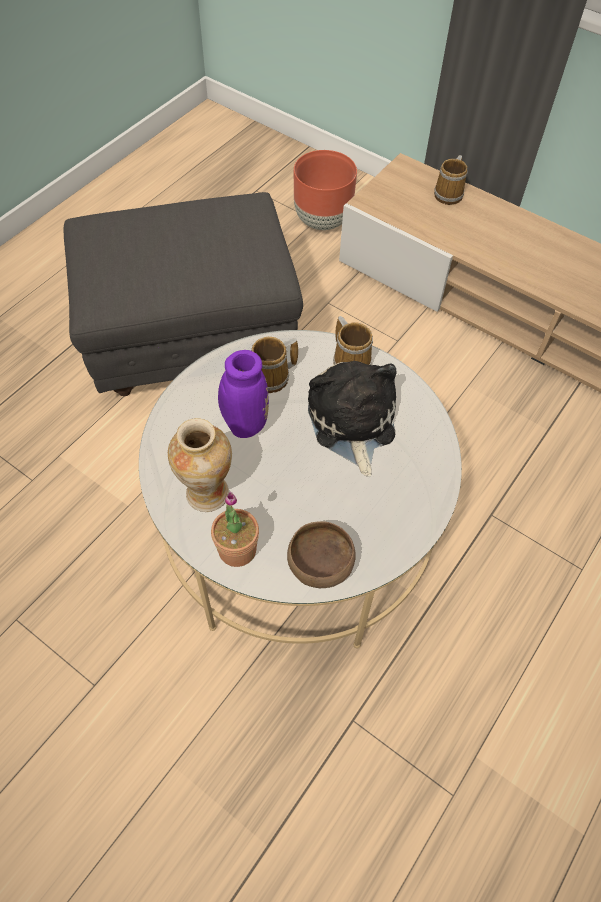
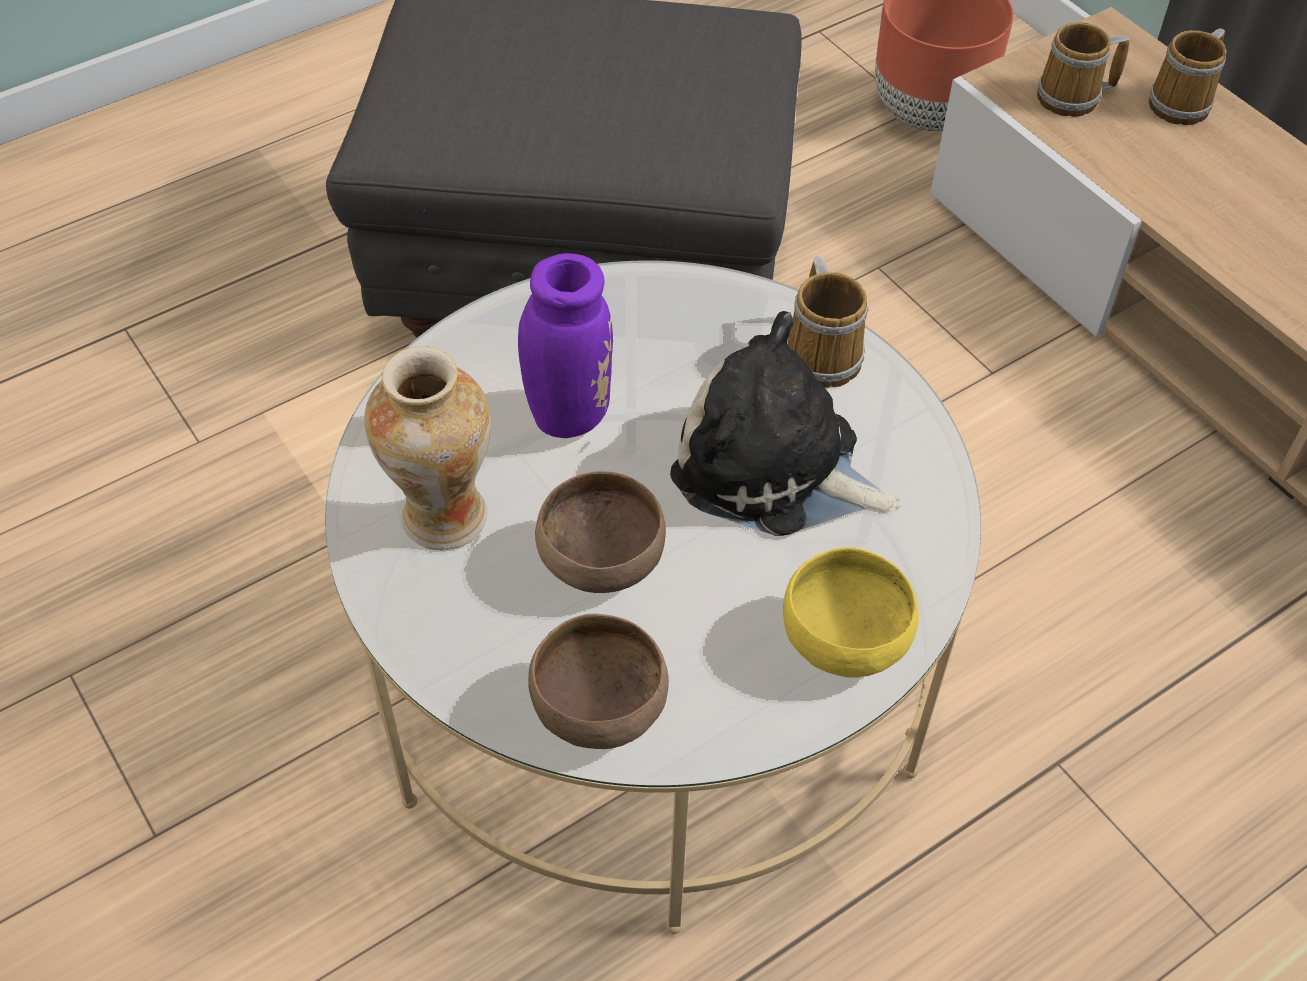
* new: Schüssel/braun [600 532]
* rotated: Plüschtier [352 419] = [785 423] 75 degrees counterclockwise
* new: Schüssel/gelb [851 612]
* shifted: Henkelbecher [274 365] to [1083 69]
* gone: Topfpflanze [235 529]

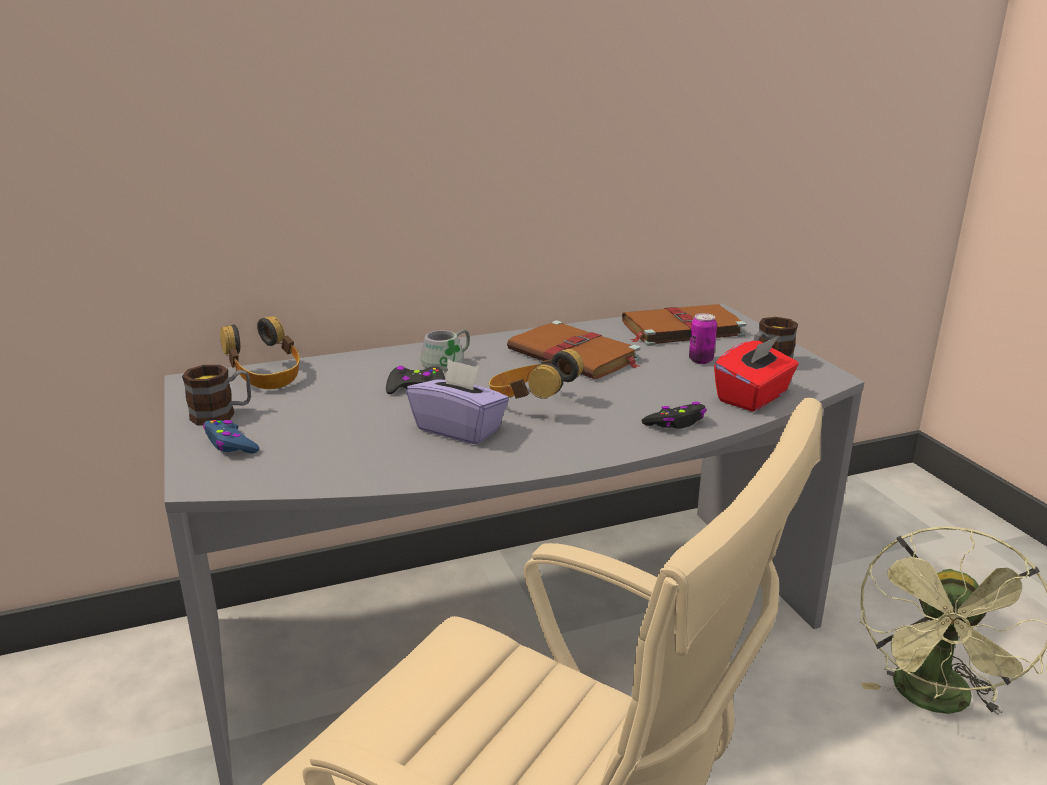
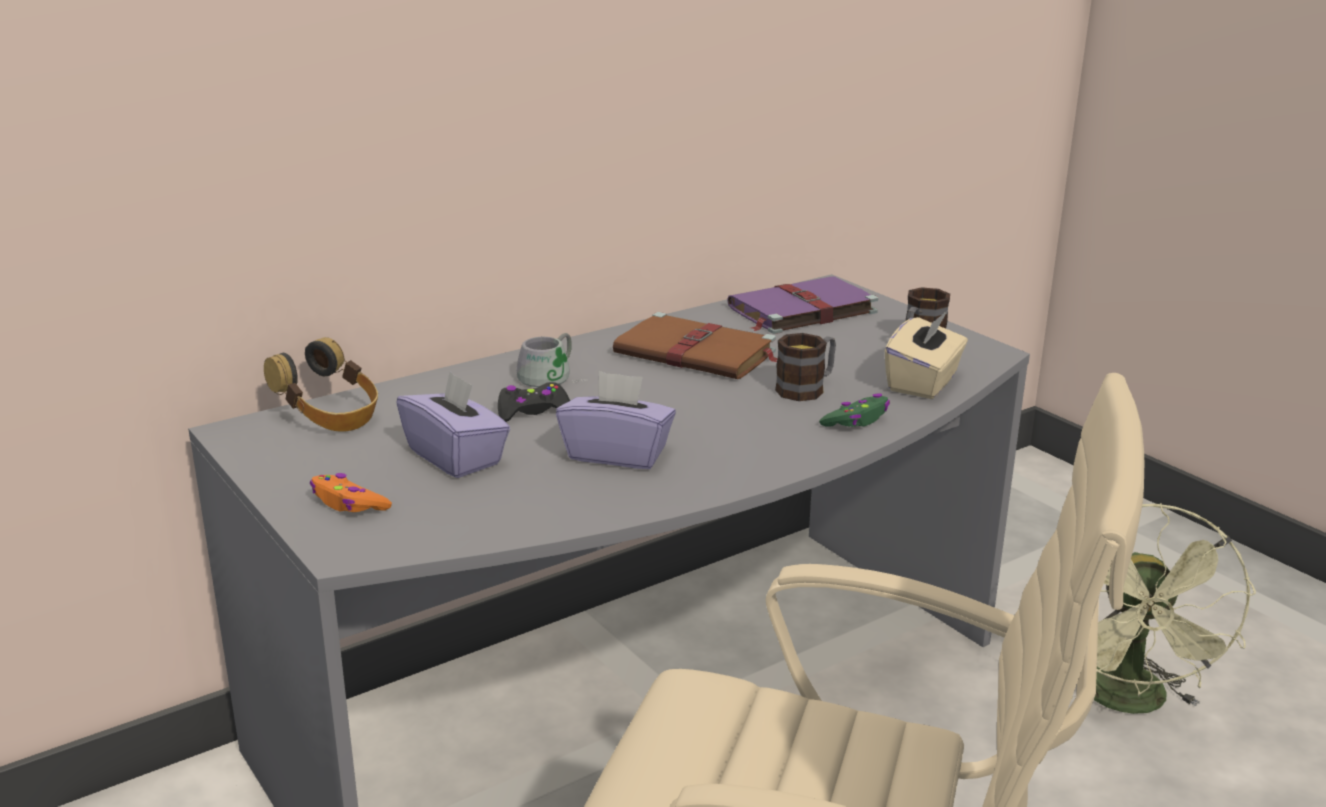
* repainted: Gamepad/blau [231 437] to Gamepad/orange [351 492]
* new: Taschentuchbox/lila [453 424]
* repainted: Buch/braun [684 325] to Buch/lila [802 305]
* shifted: Henkelbecher [216 395] to [805 367]
* repainted: Gamepad/schwarz [674 415] to Gamepad/grün [854 410]
* repainted: Taschentuchbox/rot [756 374] to Taschentuchbox/beige [926 355]
* gone: Kopfhörer [536 373]
* gone: Dose [703 338]

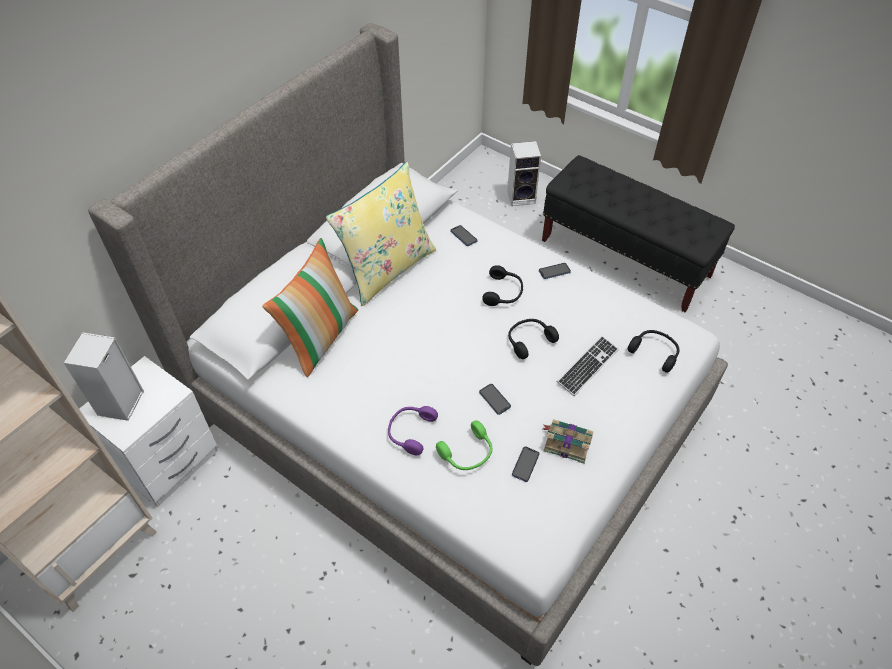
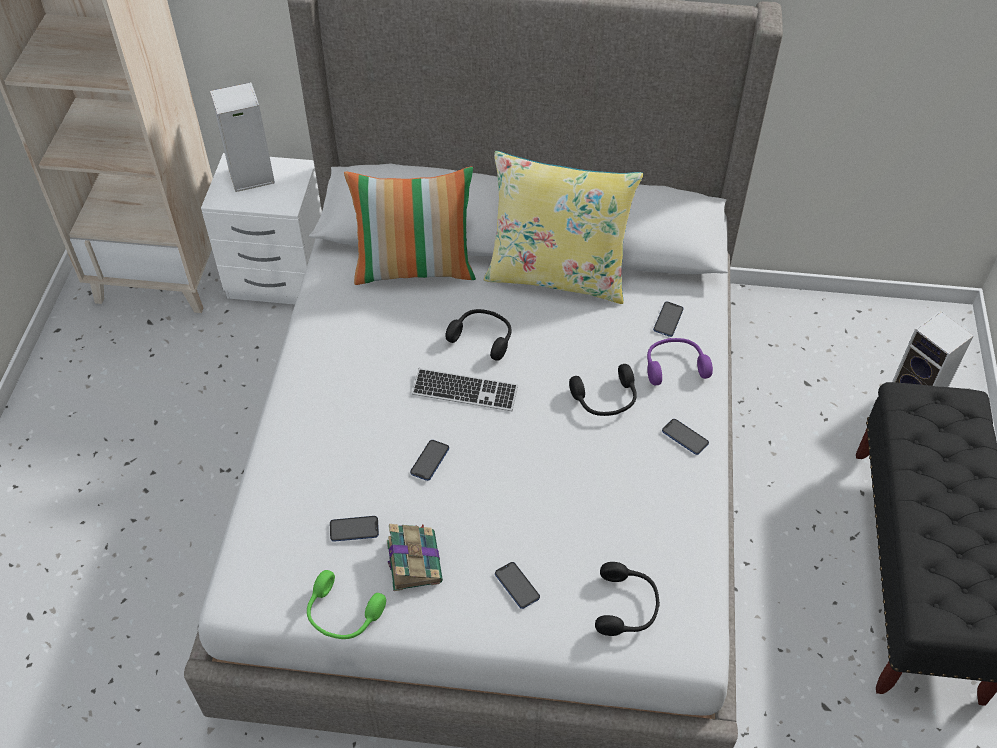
* shifted: Kopfhörer/grün [464 445] to [346 604]
* shifted: Tastatur [588 366] to [465 389]
* shifted: Kopfhörer/schwarz [533 339] to [478 335]
* new: Handy [517 585]
* shifted: Kopfhörer/lila [413 430] to [680 361]

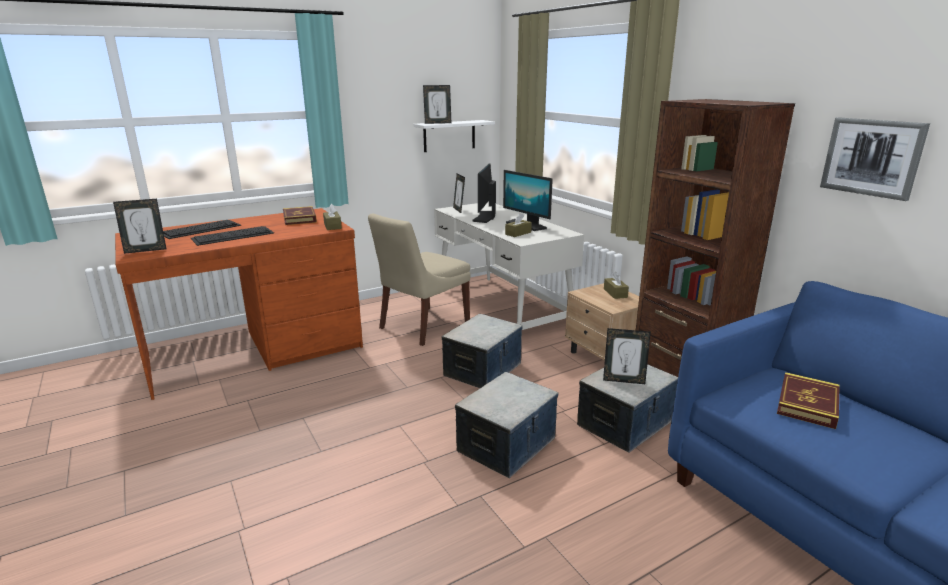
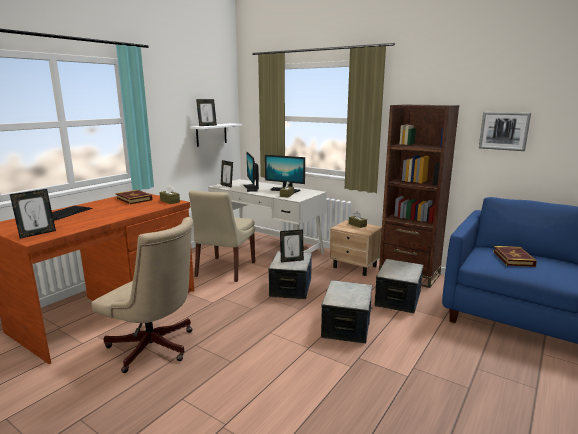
* new: Bürostuhl/beige [142 295]
* shifted: Bilderrahmen [627 356] to [292 245]
* gone: Tastatur [232 236]

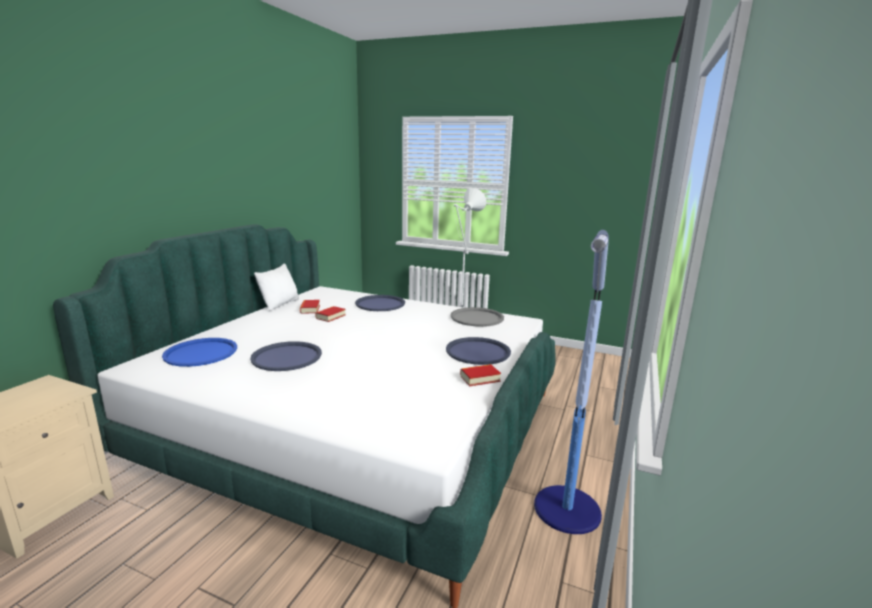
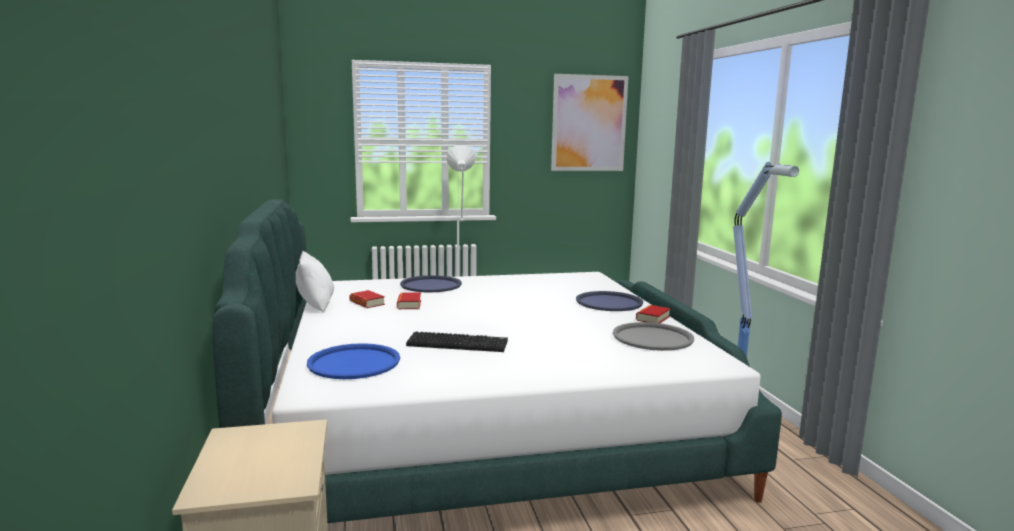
* swapped: Tablett/blau [286 356] to Tastatur [457 341]
* new: Bild [590 122]
* shifted: Tablett/grau [477 317] to [653 336]

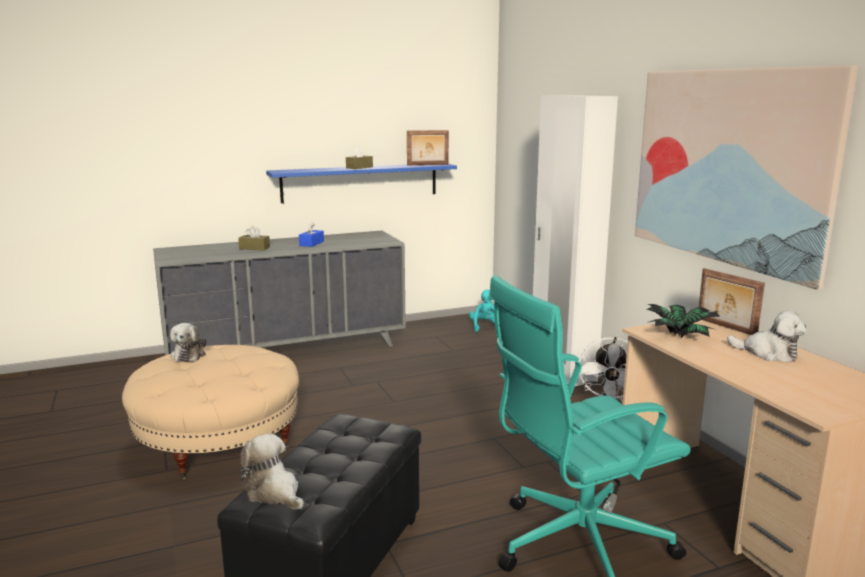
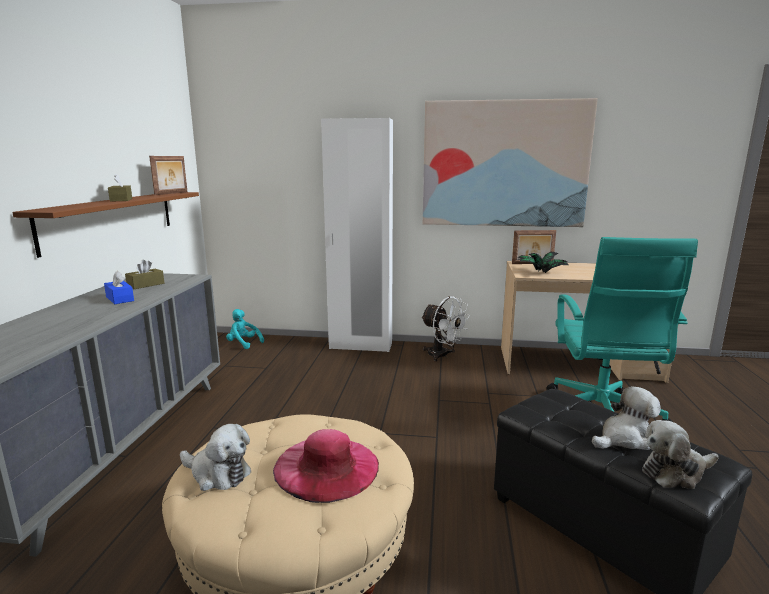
* repainted: Wandregal/blau [361 183] to Wandregal/braun [105 225]
* shifted: Taschentuchbox/braun [254 238] to [144 274]
* new: Hut/rosa [326 466]
* shifted: Plüschtier [767 336] to [626 418]

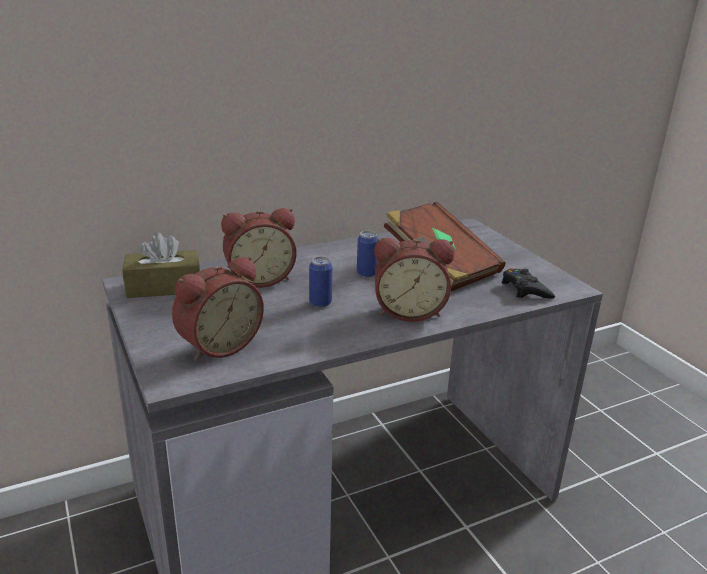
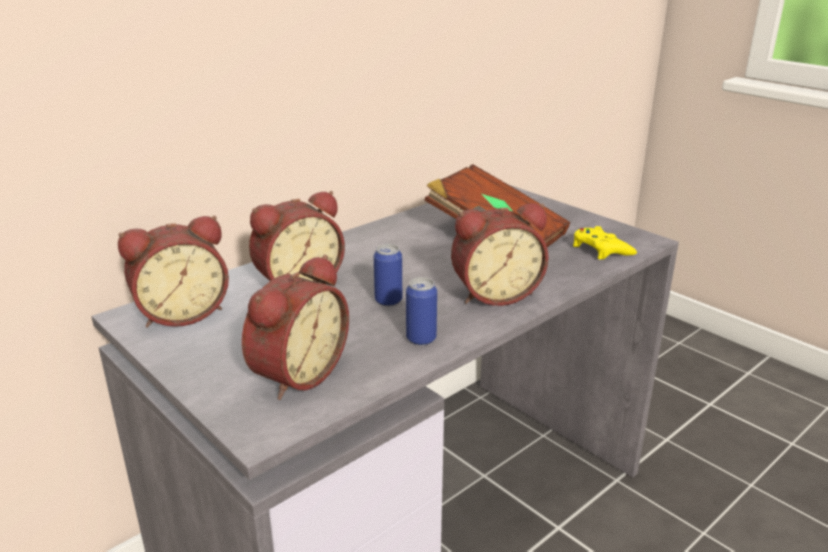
* swapped: Taschentuchbox/braun [161 265] to Wecker [173 272]
* shifted: Dose [368 254] to [421 311]
* repainted: Gamepad/schwarz [528 283] to Gamepad/gelb [605 243]

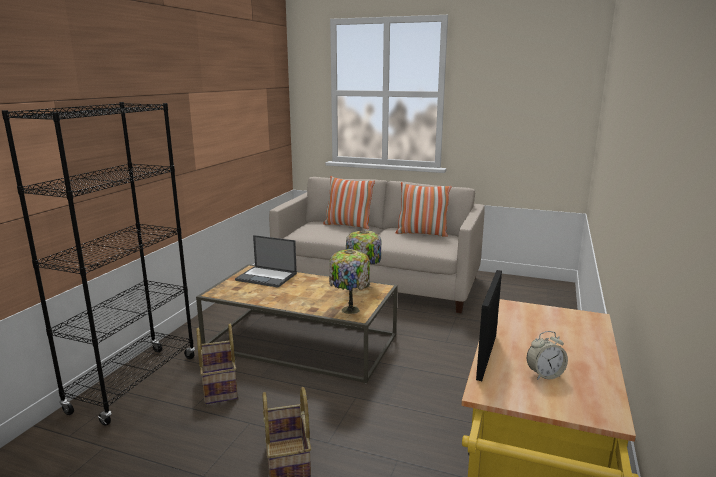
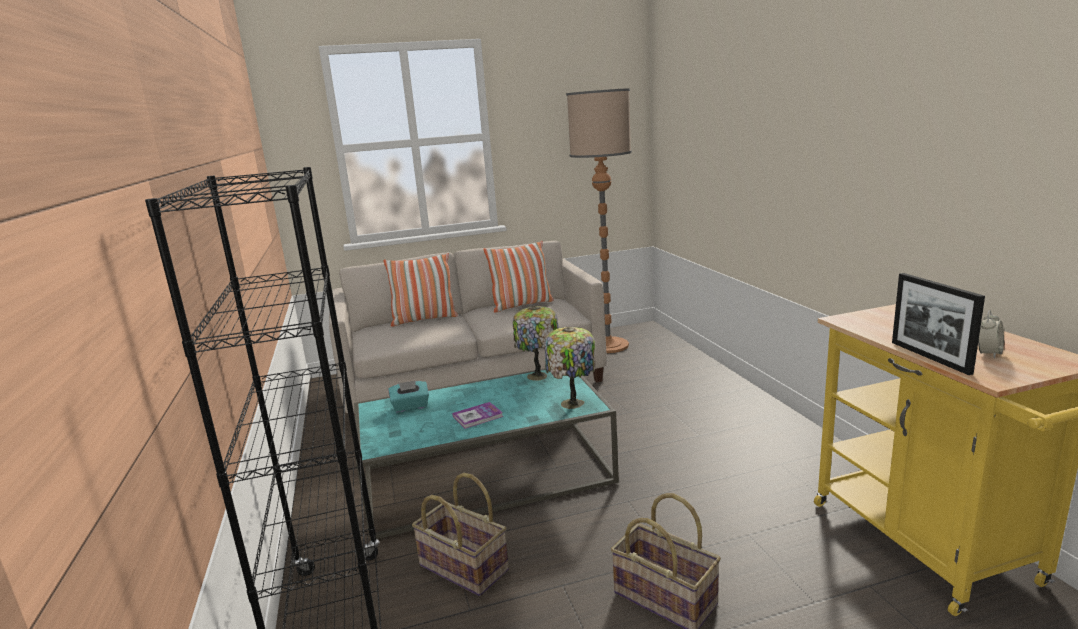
* repainted: Couchtisch/braun [297 323] to Couchtisch/türkis [486 454]
* swapped: Laptop [266 261] to Taschentuchbox/türkis [408 397]
* new: Buch [477 415]
* new: Stehlampe [599 220]

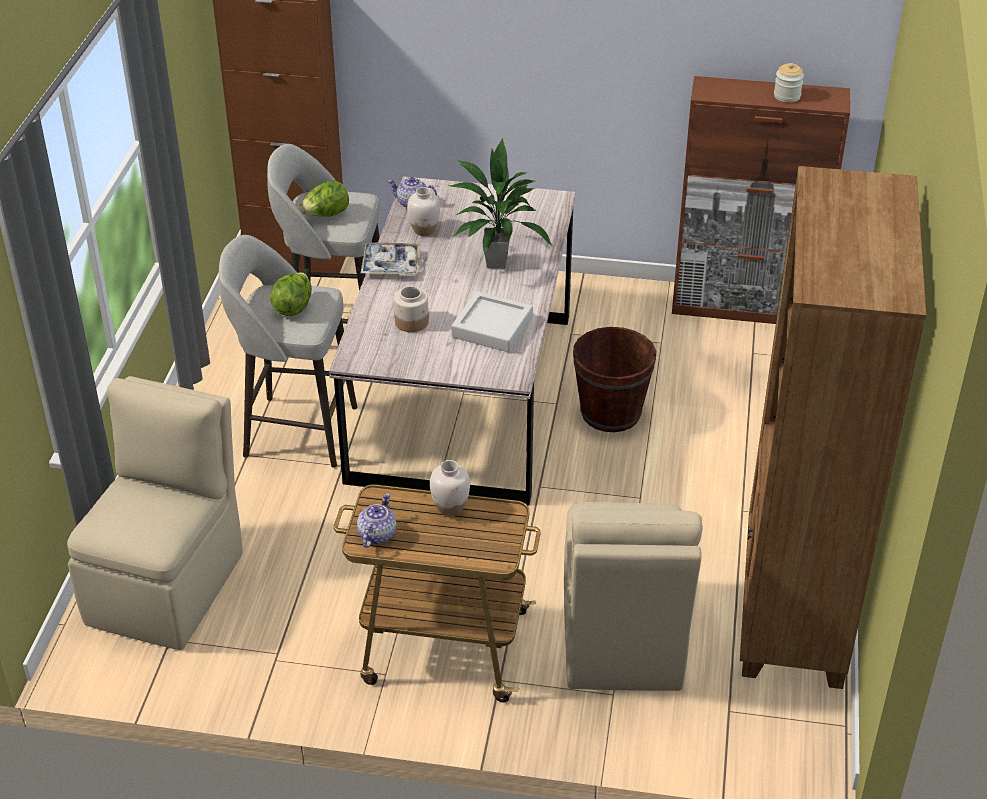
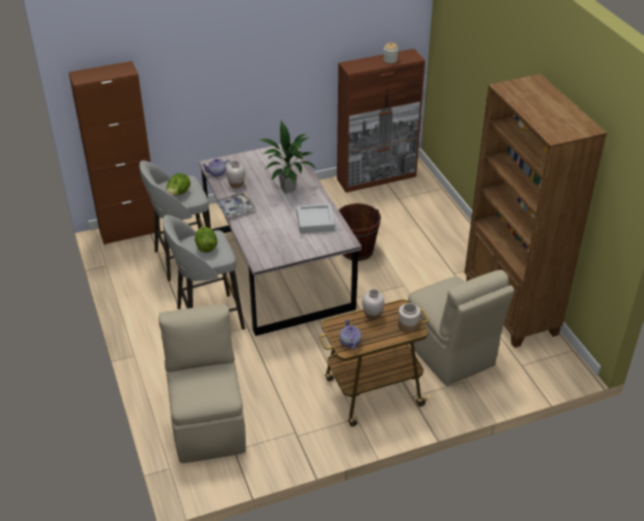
* shifted: Vorratsglas [411 309] to [409 317]

